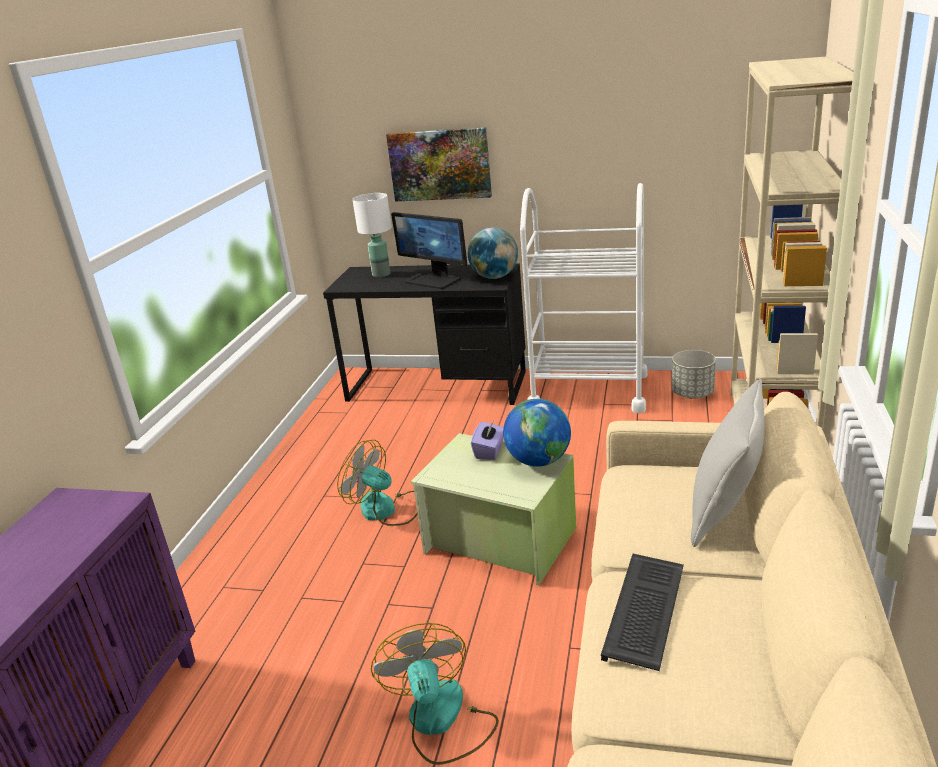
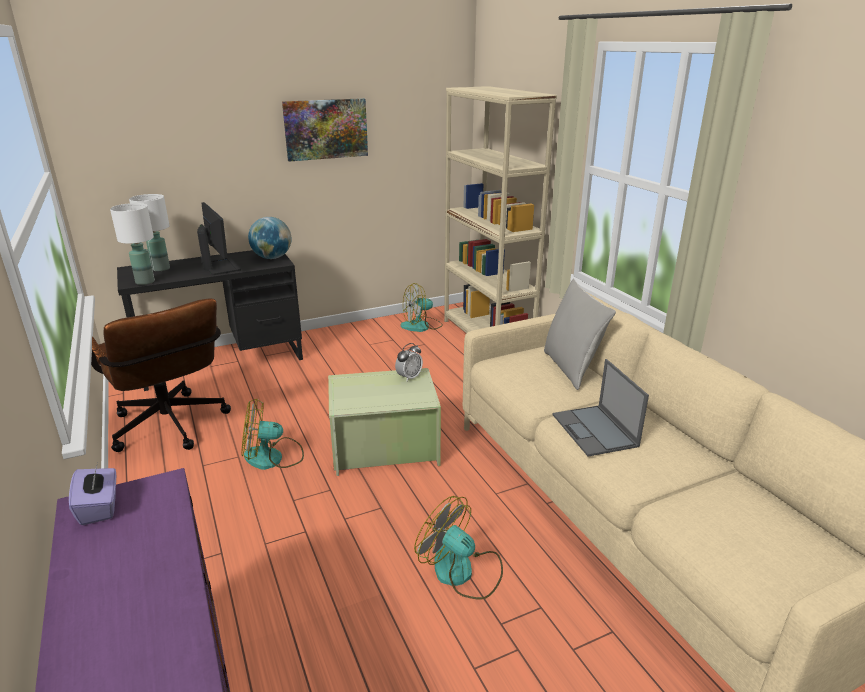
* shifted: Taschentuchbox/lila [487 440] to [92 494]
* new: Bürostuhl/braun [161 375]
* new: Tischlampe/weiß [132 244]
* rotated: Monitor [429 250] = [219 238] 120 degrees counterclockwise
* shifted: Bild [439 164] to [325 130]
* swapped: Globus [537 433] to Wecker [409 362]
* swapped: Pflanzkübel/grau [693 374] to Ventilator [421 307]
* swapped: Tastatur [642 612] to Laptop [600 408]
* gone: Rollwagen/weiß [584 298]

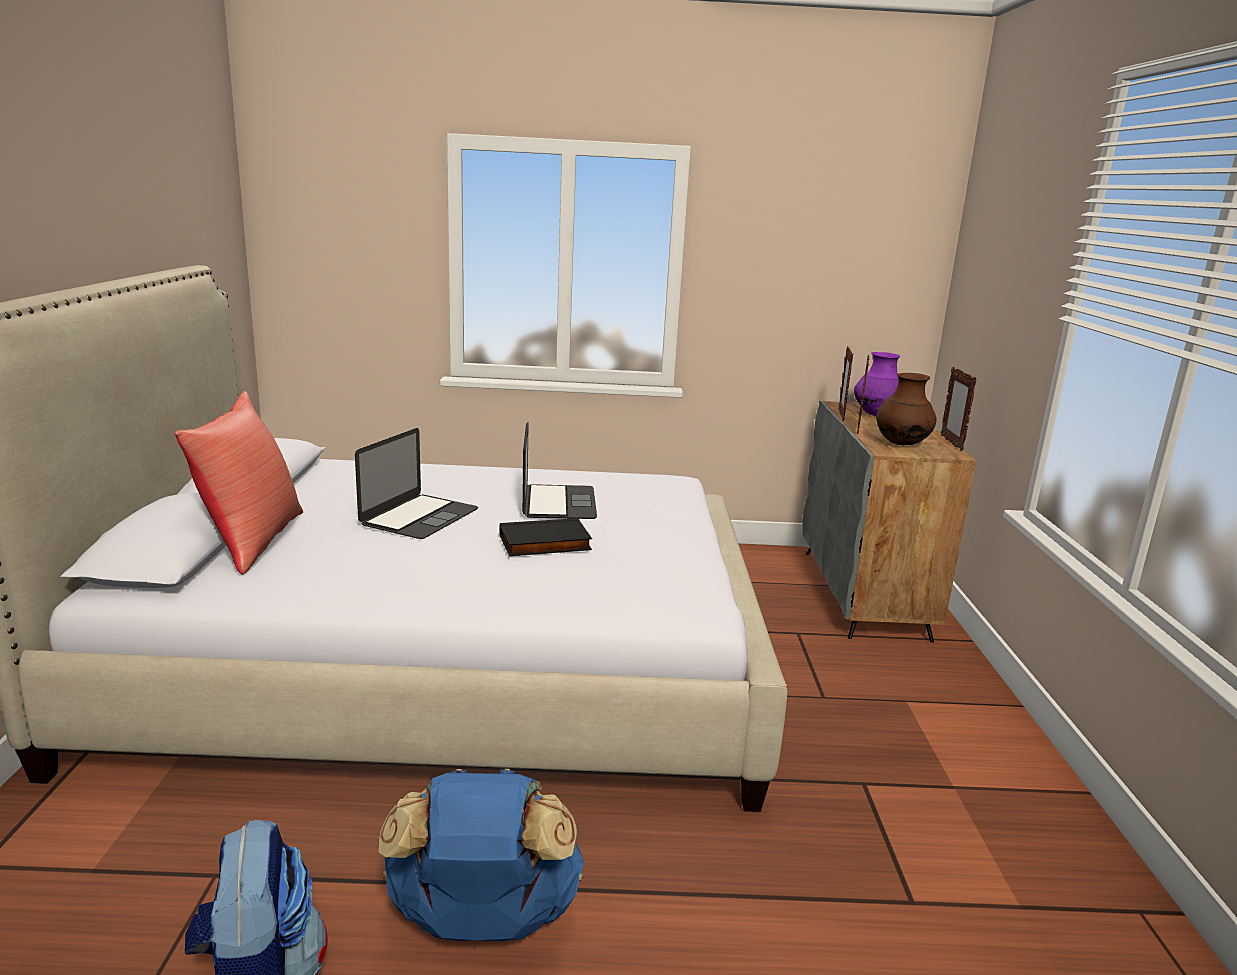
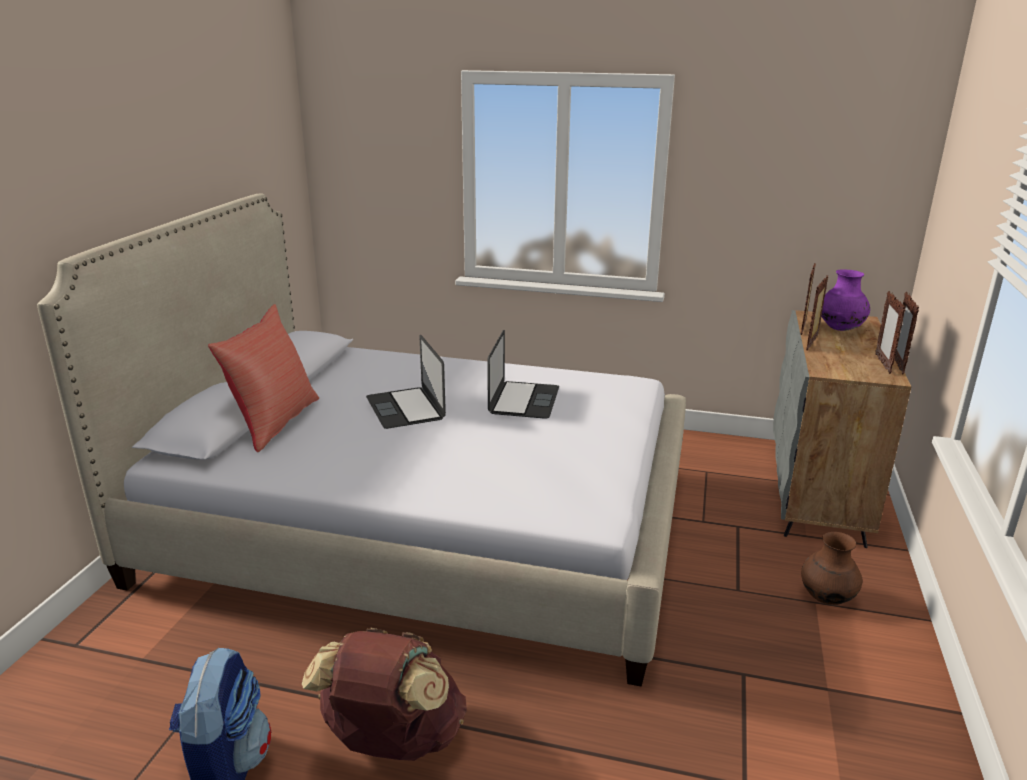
* repainted: Rucksack/blau [481 855] to Rucksack/braun [384 694]
* rotated: Laptop [416 483] = [406 382] 120 degrees clockwise
* shifted: Vase/braun [906 409] to [831 568]
* new: Bilderrahmen [890 332]
* gone: Buch/schwarz [546 537]

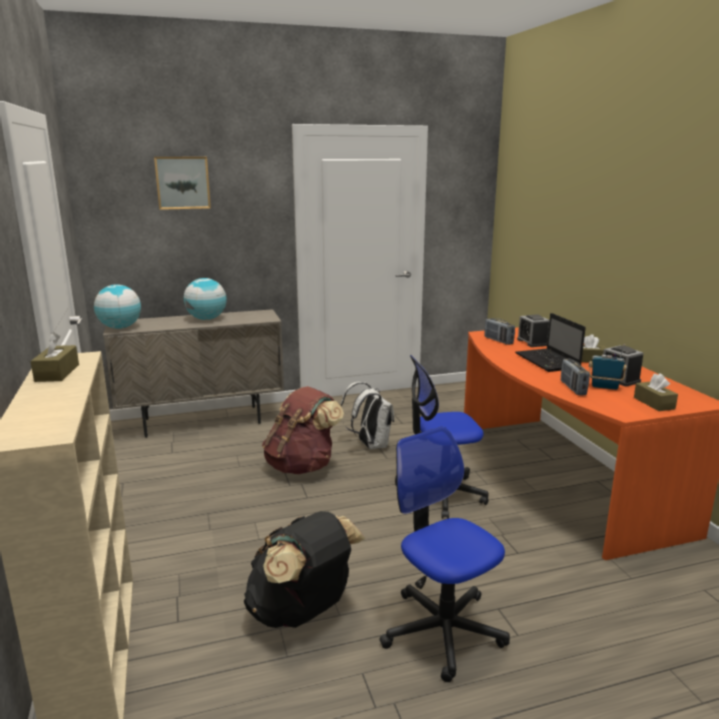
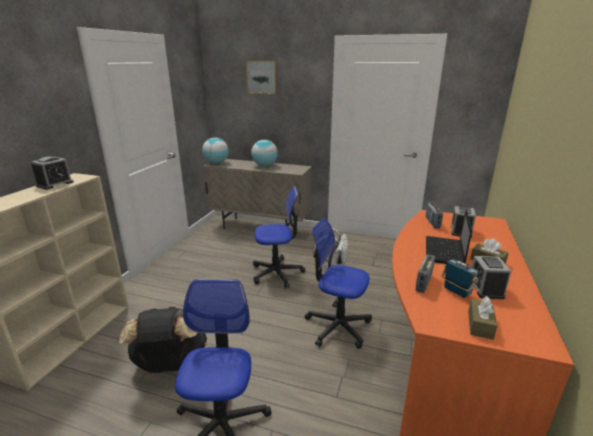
* swapped: Taschentuchbox/braun [54 357] to Wecker [52 173]
* swapped: Rucksack/braun [303 430] to Bürostuhl [279 237]

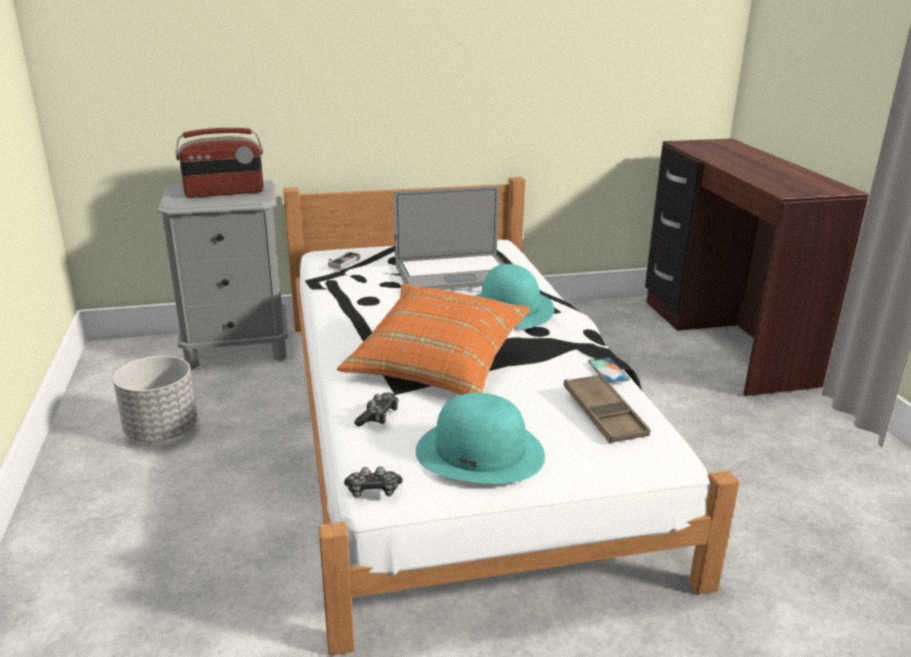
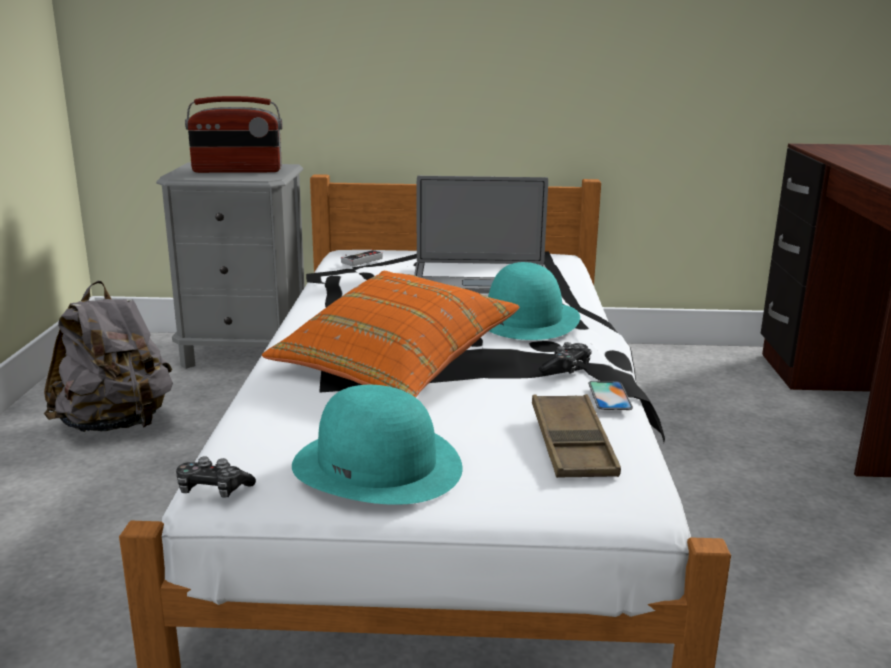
* swapped: Pflanzkübel/grau [155 399] to Rucksack/grau [108 356]
* shifted: Gamepad [376 410] to [565 358]

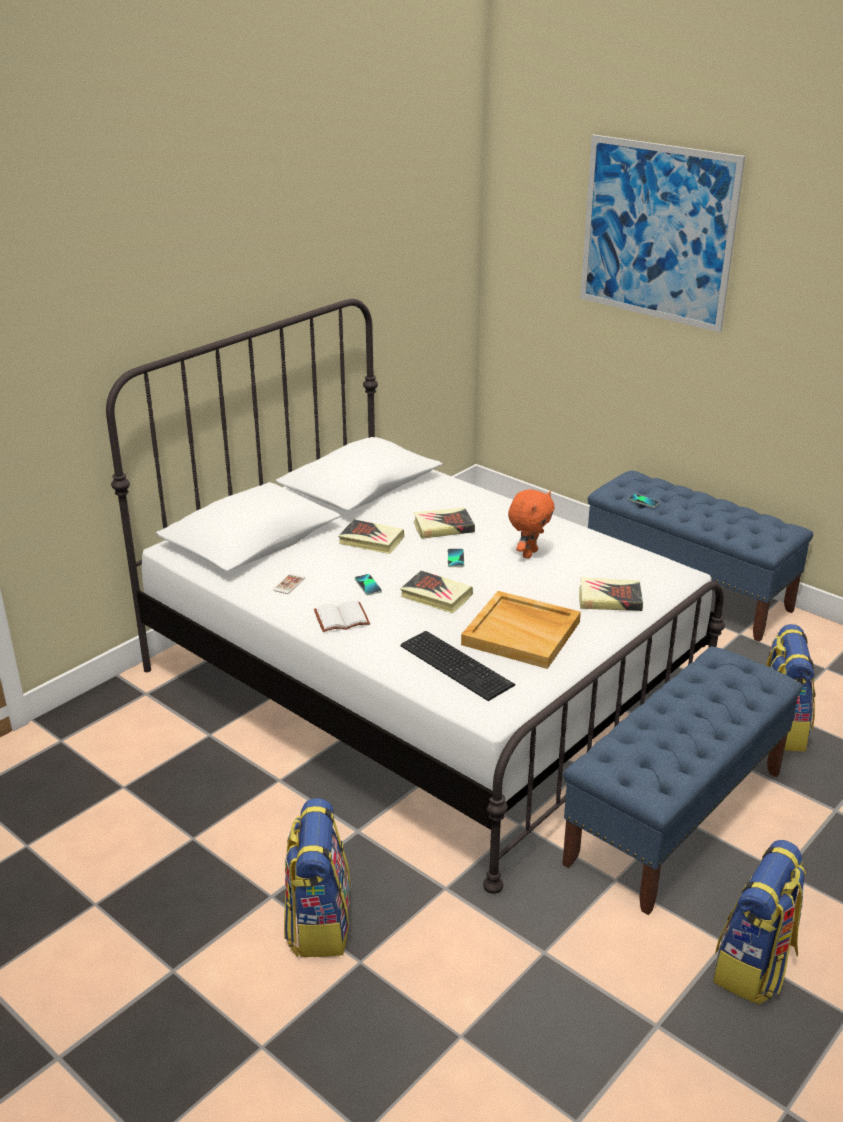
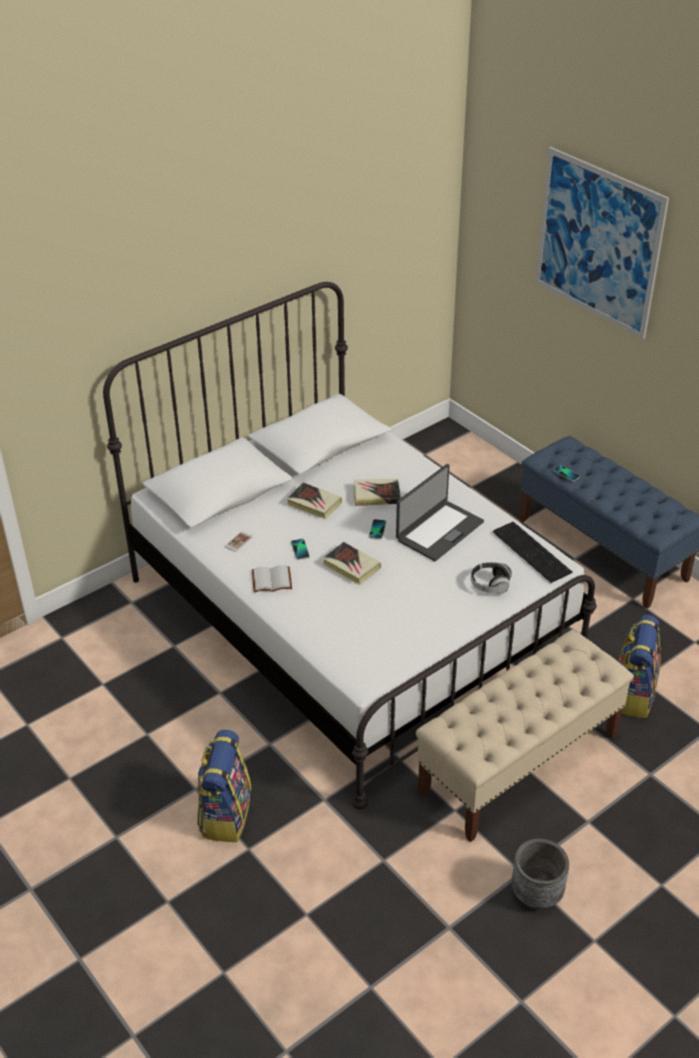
* swapped: Plüschtier/orange [531 524] to Laptop [440 512]
* repainted: Bank/blau [682 780] to Bank/beige [525 736]
* swapped: Buch [611 594] to Kopfhörer [491 578]
* shifted: Tastatur [457 666] to [533 552]
* swapped: Rucksack [759 922] to Pflanzkübel/grau [540 874]
* gone: Tablett/beige [521 630]

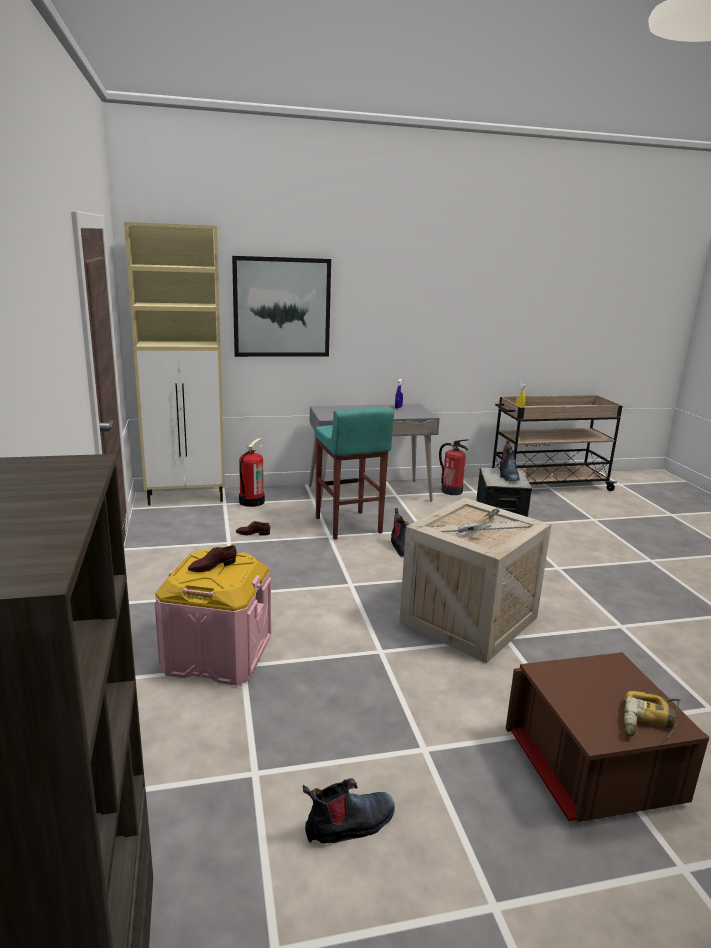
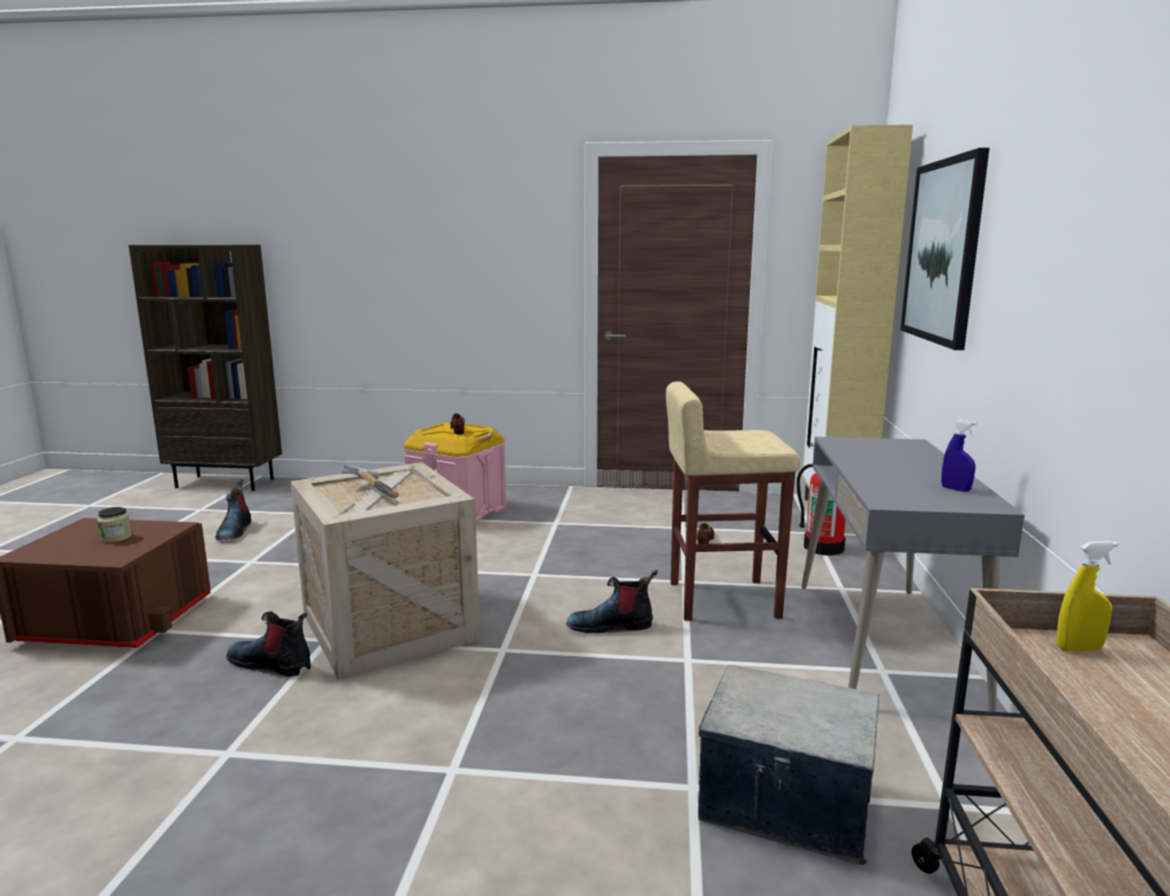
* new: Vorratsglas [114 524]
* shifted: Stiefel [510 460] to [268 644]
* repainted: Hocker/türkis [354 473] to Hocker/beige [733 501]
* gone: Feuerlöscher [454 467]
* gone: Bohrmaschine [652 714]

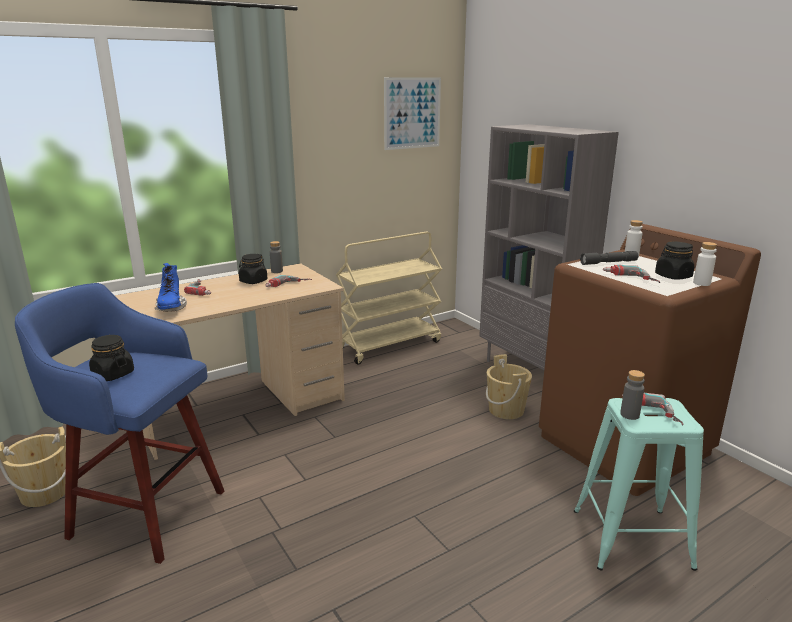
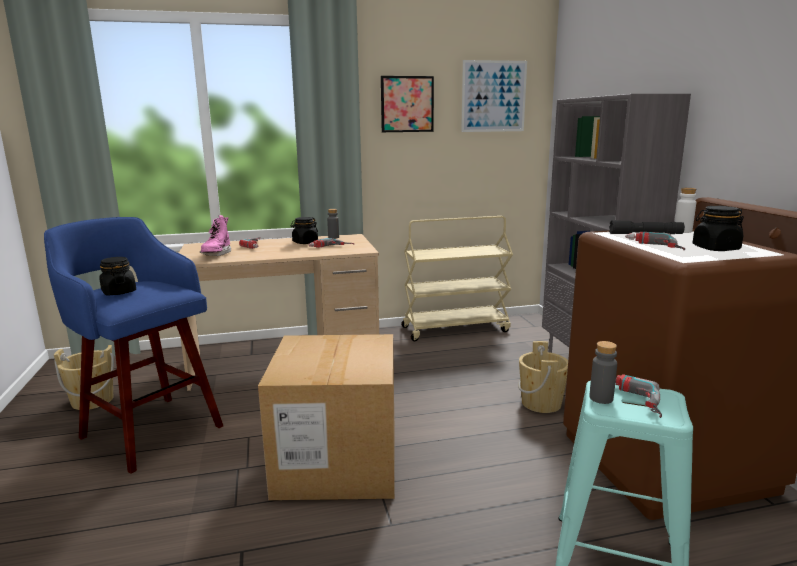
* repainted: Stiefel/blau [171 287] to Stiefel/rosa [215 235]
* new: Karton [326 417]
* new: Bild [407 104]
* gone: Flasche/weiß [705 264]

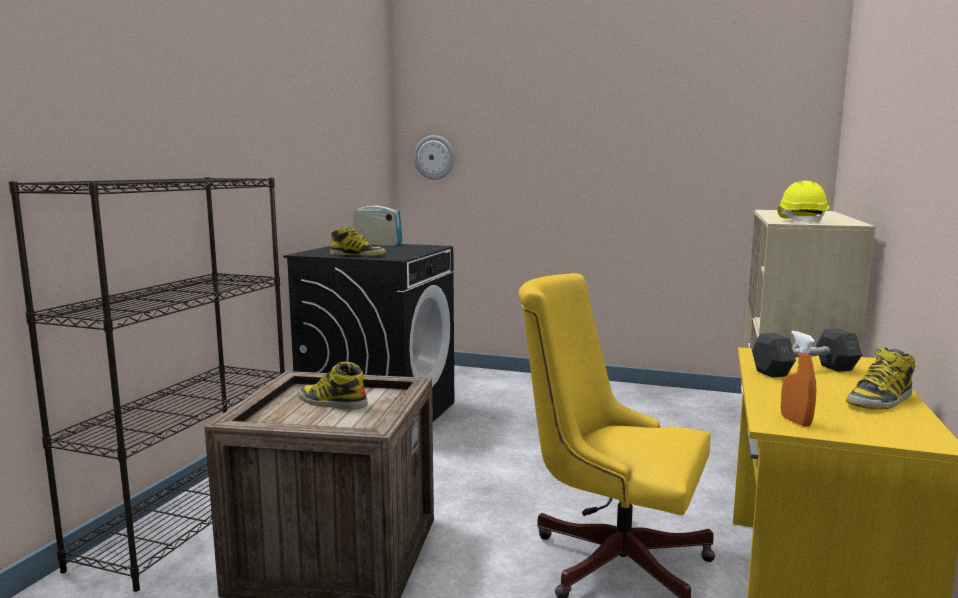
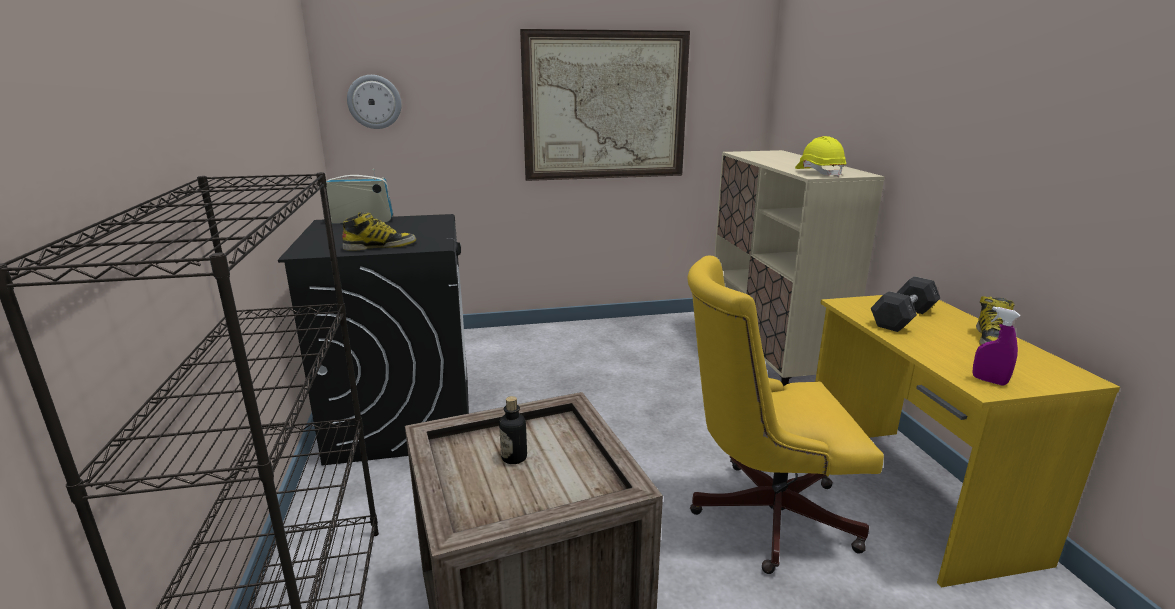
* swapped: Stiefel [333 386] to Flasche [513 430]
* new: Bild [605 105]
* repainted: Sprühflasche/orange [798 379] to Sprühflasche/lila [996 346]

